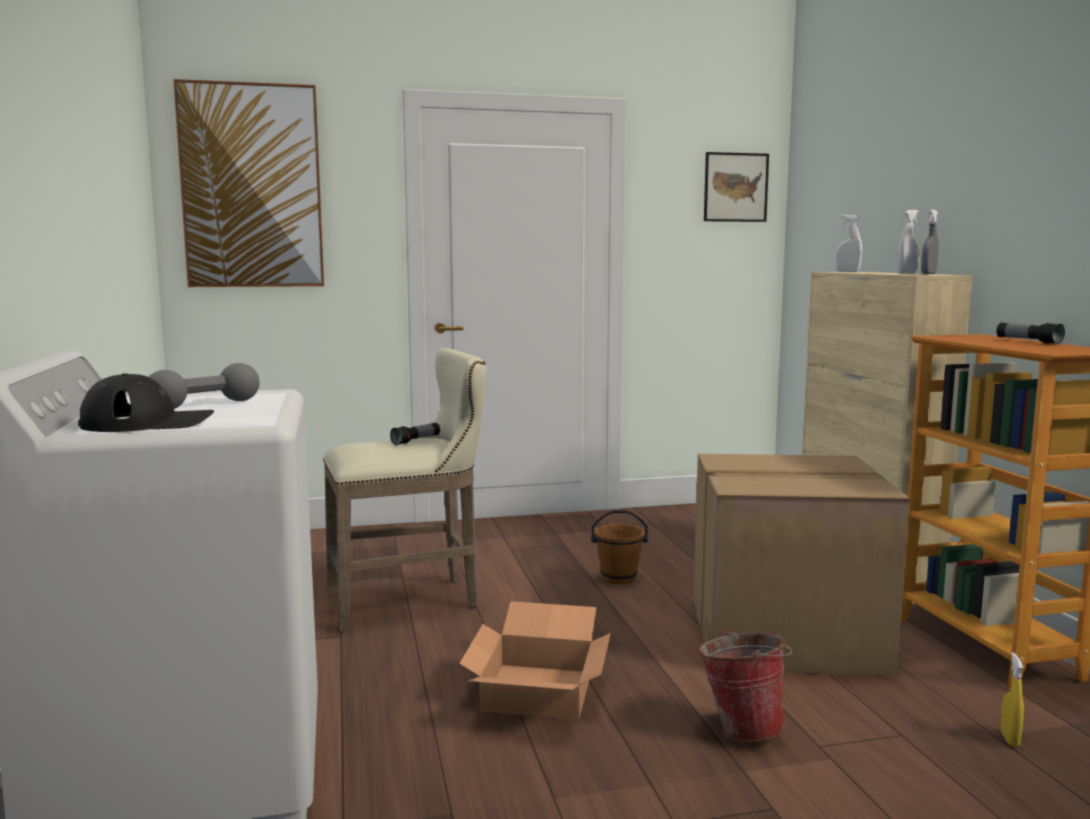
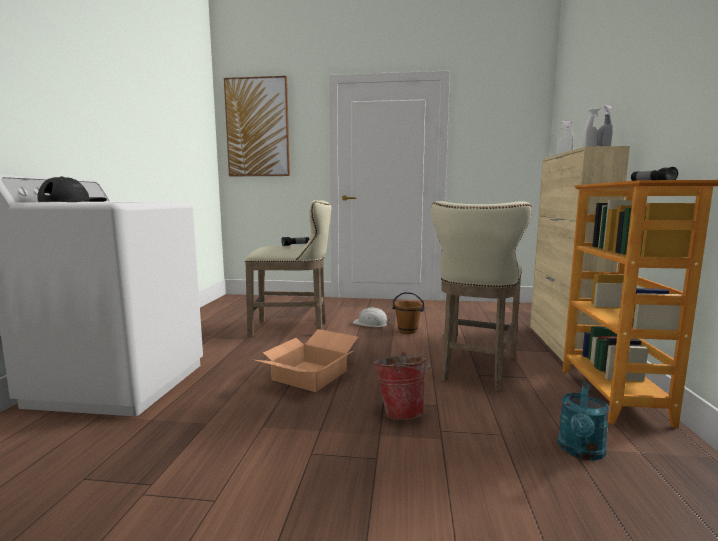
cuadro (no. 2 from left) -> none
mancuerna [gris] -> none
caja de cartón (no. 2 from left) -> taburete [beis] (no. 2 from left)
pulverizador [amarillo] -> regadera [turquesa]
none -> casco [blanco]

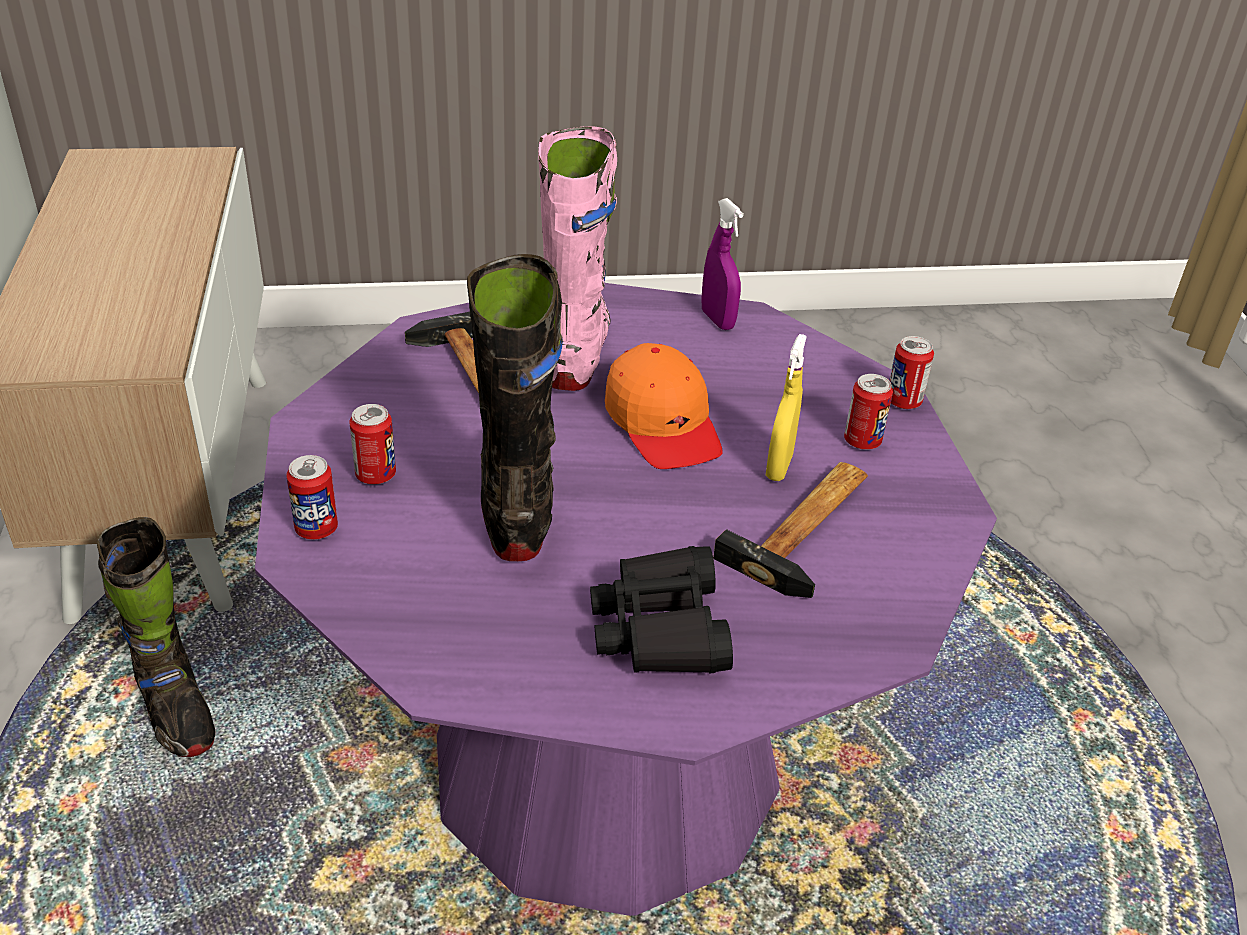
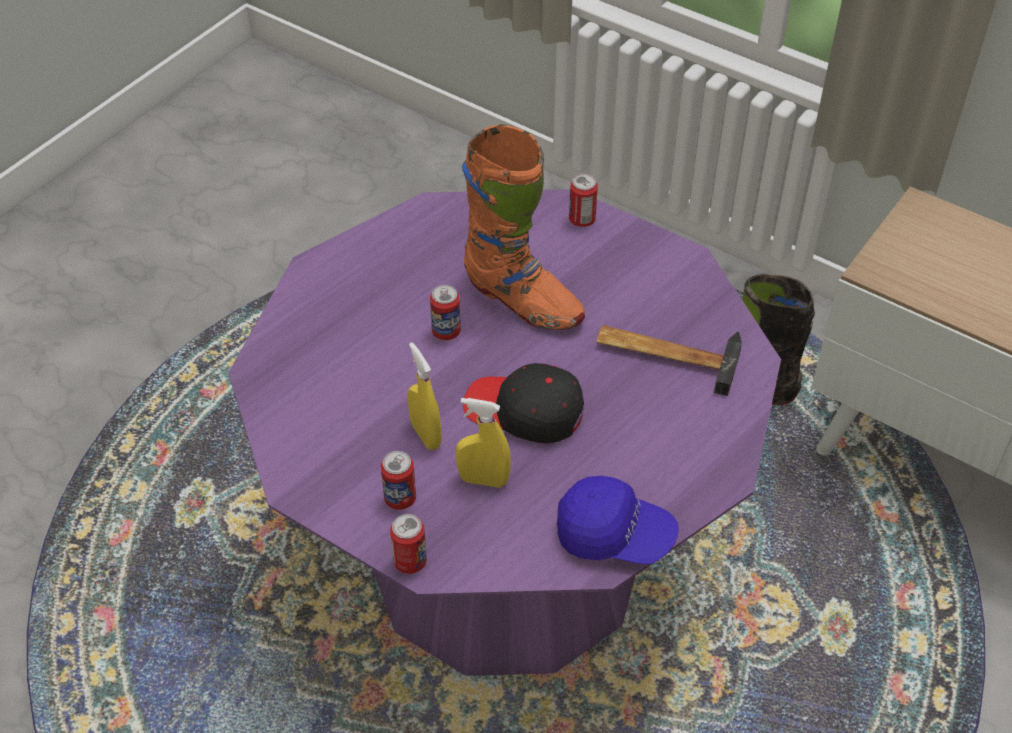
bota [rosa] -> none
pulverizador [morado] -> gorra [azul]
bota [negro] (no. 2 from left) -> bota [naranja]
gorra [naranja] -> gorra [negro]
lata (no. 2 from left in the first image) -> lata (no. 3 from left), relocated
martillo (no. 2 from left) -> none
prismáticos [negro] -> none
none -> pulverizador [amarillo] (no. 2 from left)

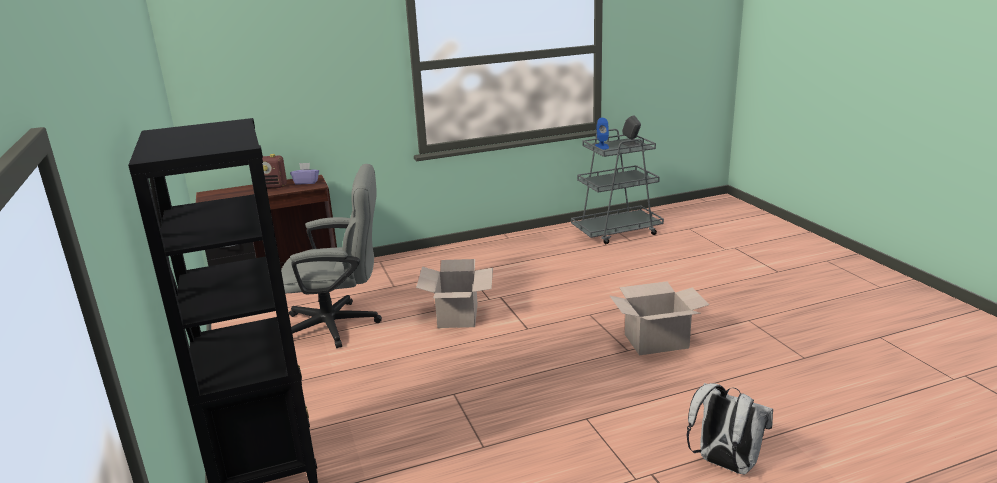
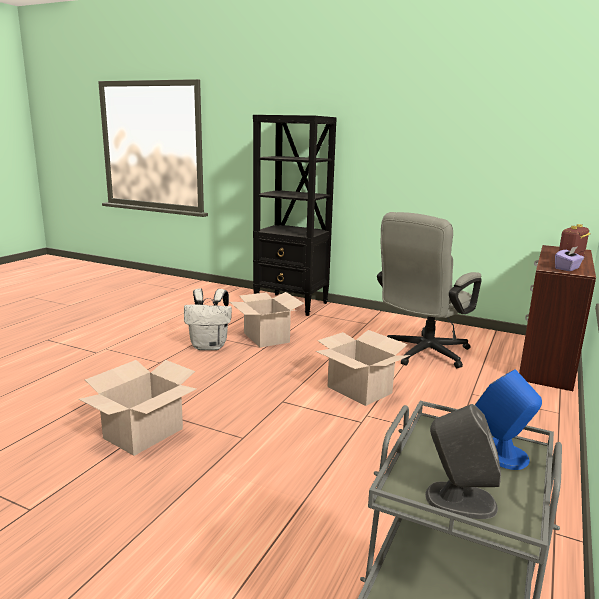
mochila [blanco], relocated
none -> caja de cartón (no. 2 from left)

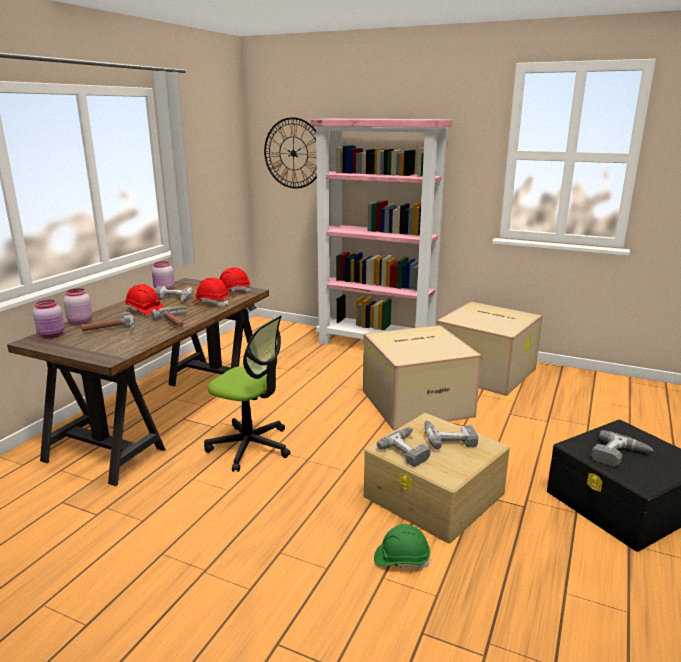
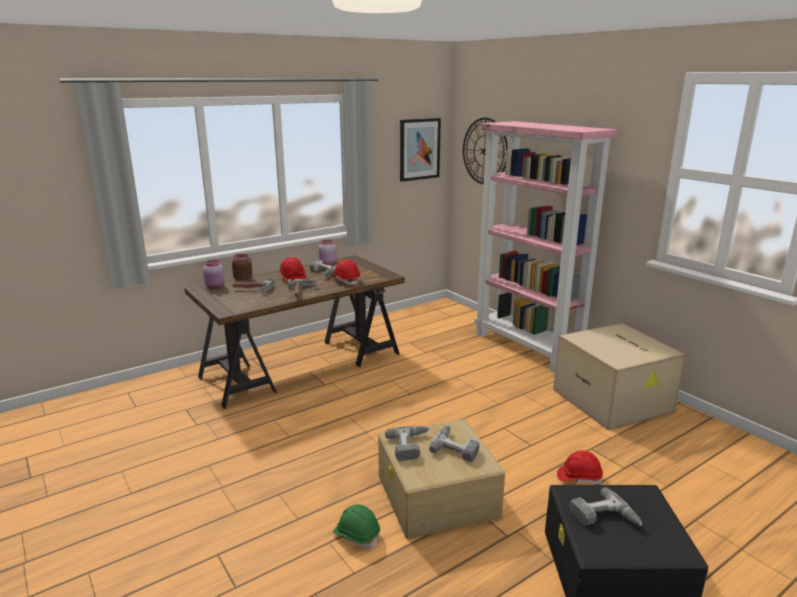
casco [rojo] (no. 3 from left), relocated
tarro [rosa] (no. 2 from left) -> tarro [marrón]
silla de oficina -> none
caja de cartón (no. 1 from left) -> none
none -> cuadro

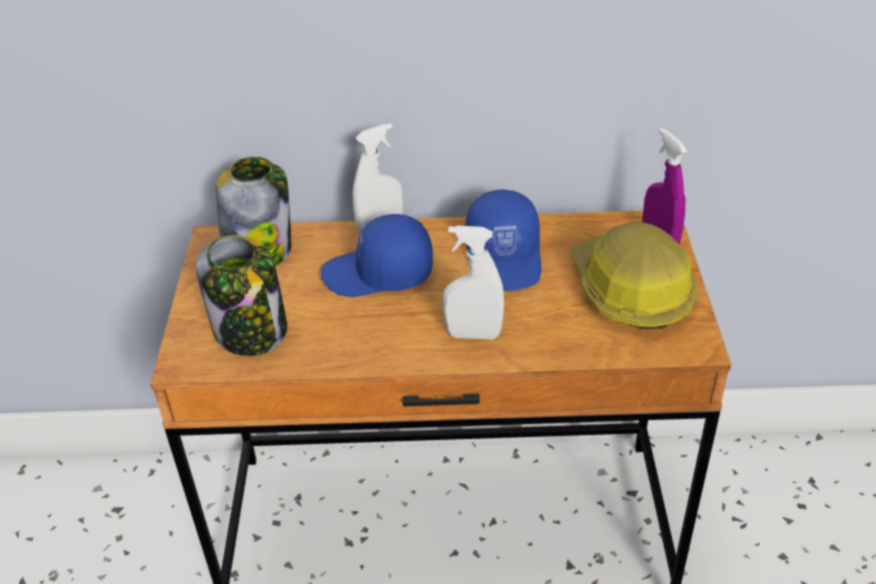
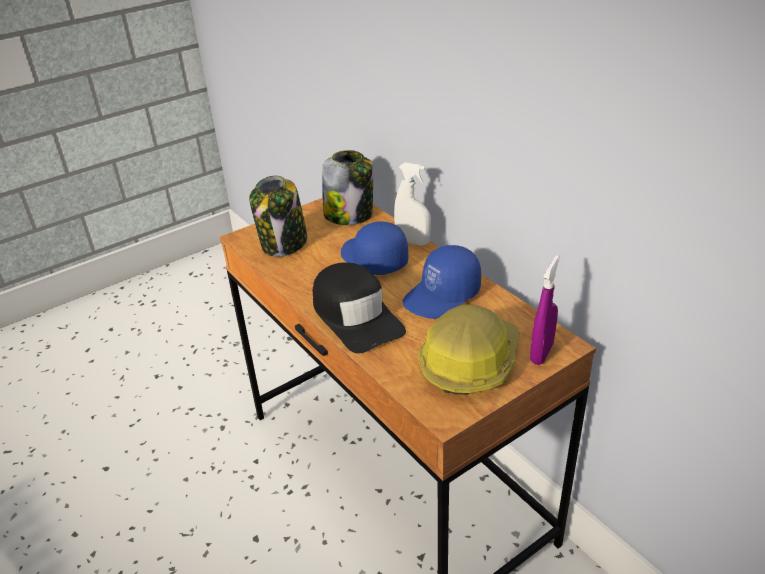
pulverizador [blanco] (no. 2 from left) -> gorra [negro]

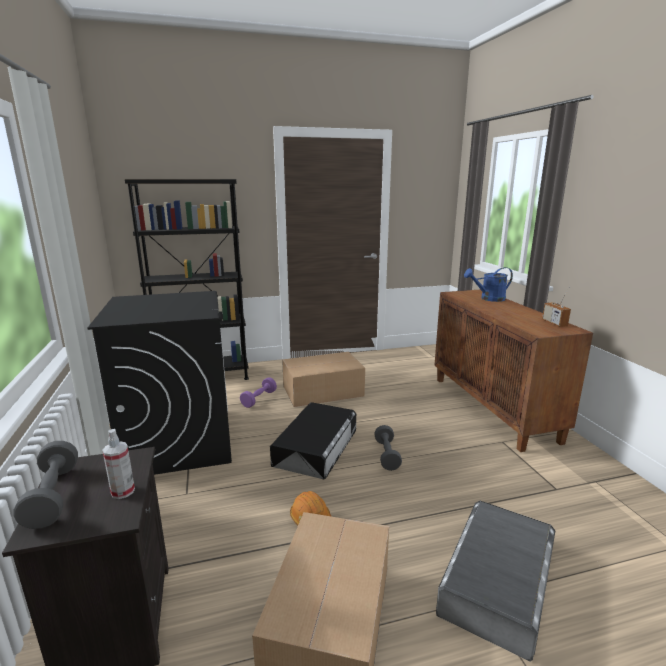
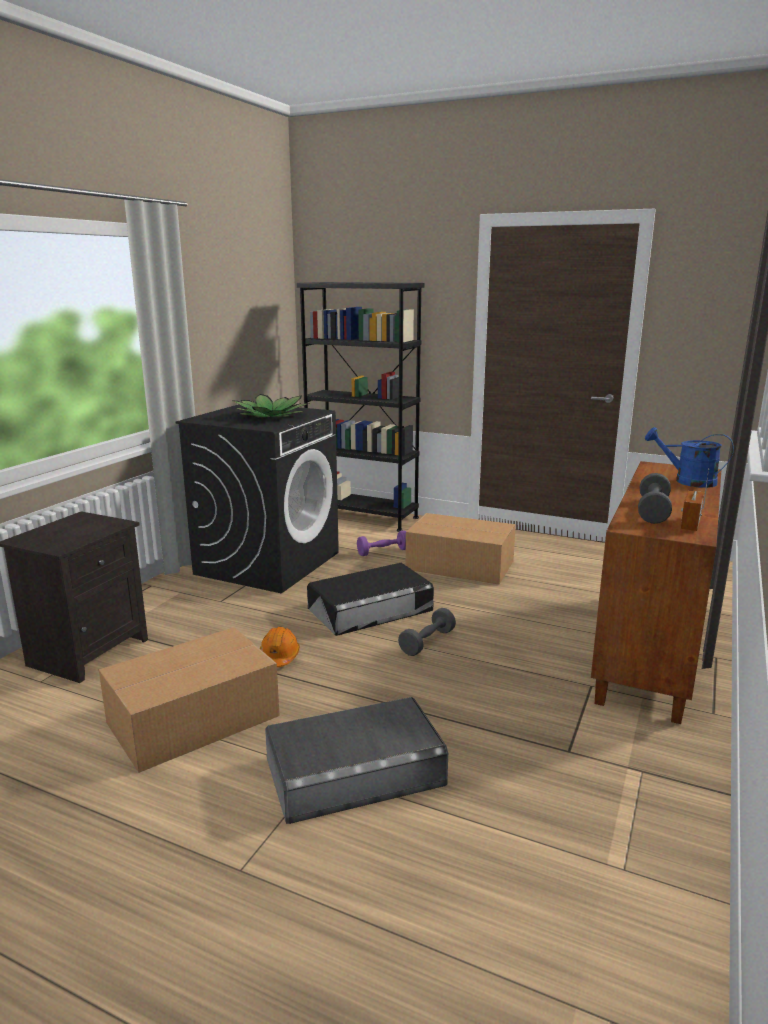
pulverizador -> none
mancuerna [gris] (no. 1 from left in the first image) -> mancuerna [gris] (no. 2 from left), relocated
none -> planta en maceta

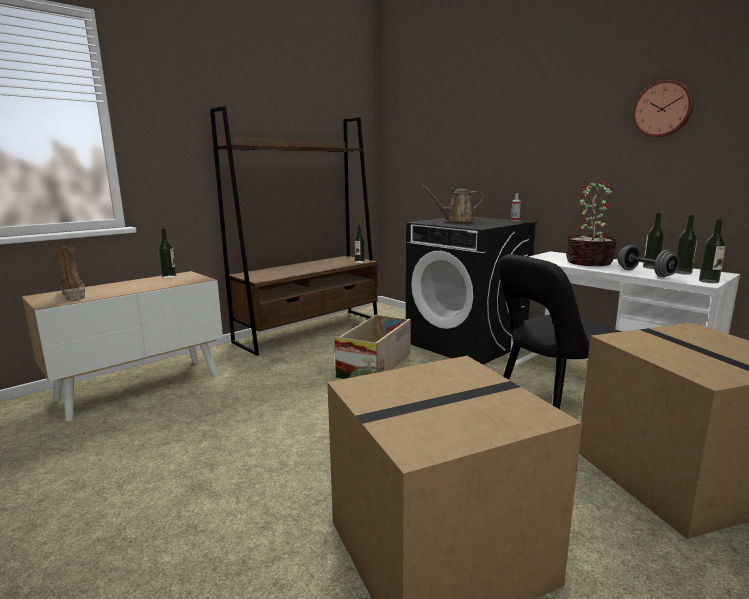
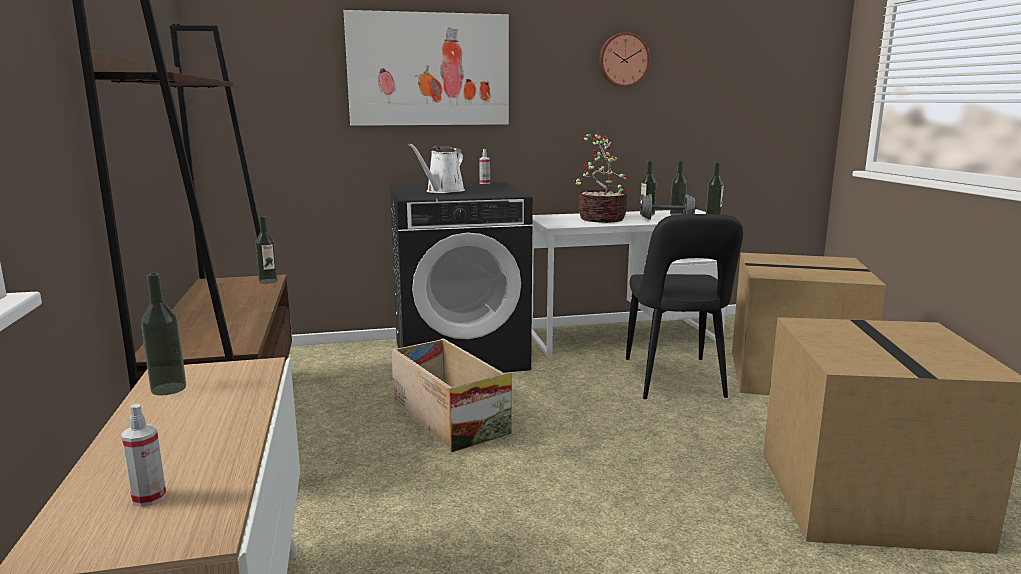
regadera [marrón] -> regadera [blanco]
bota -> pulverizador (no. 1 from left)
none -> cuadro

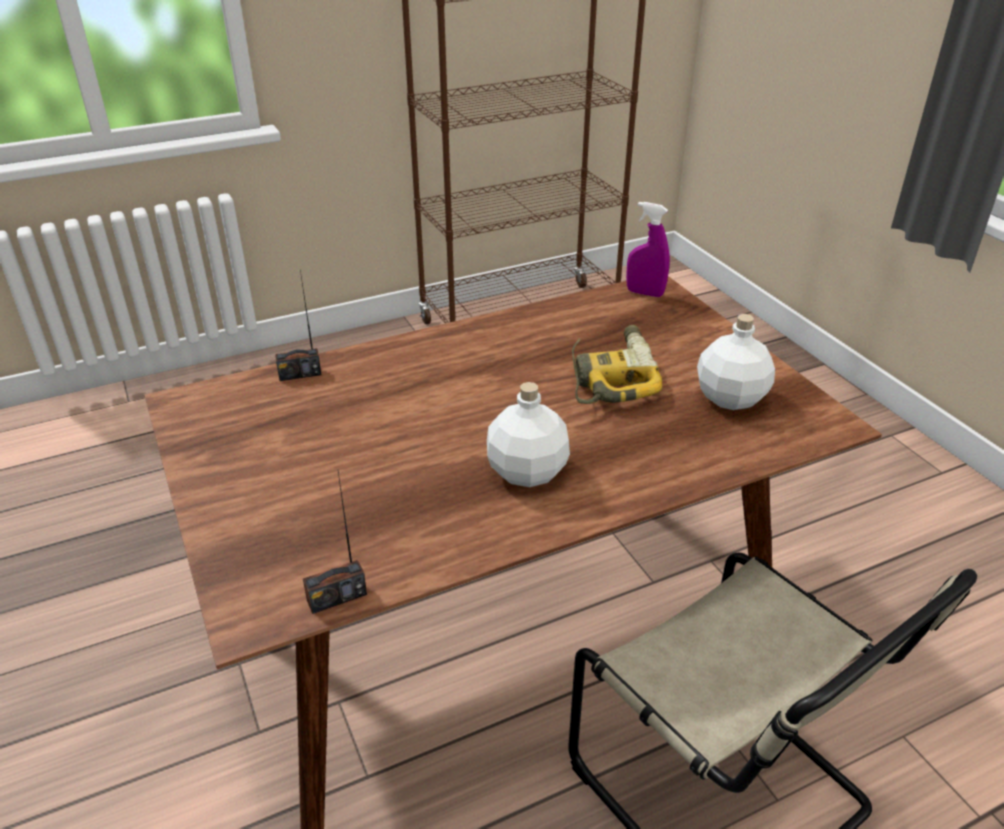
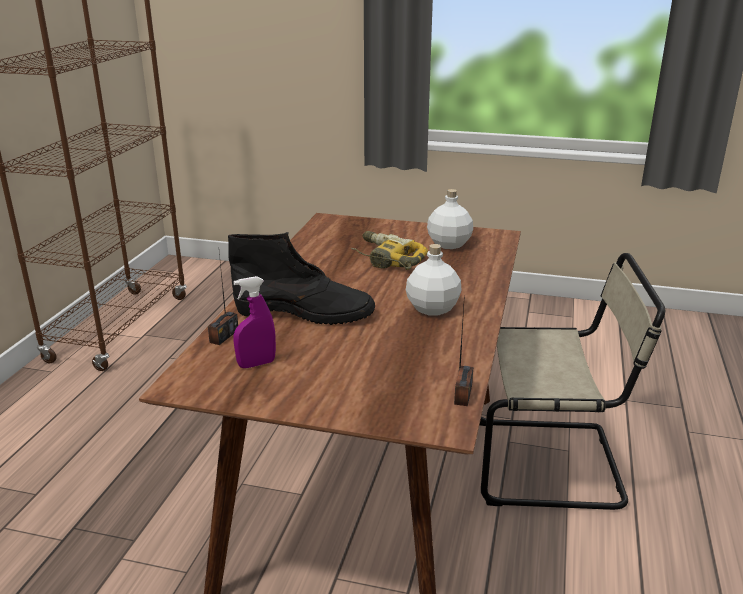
pulverizador [morado], relocated
none -> bota [negro]

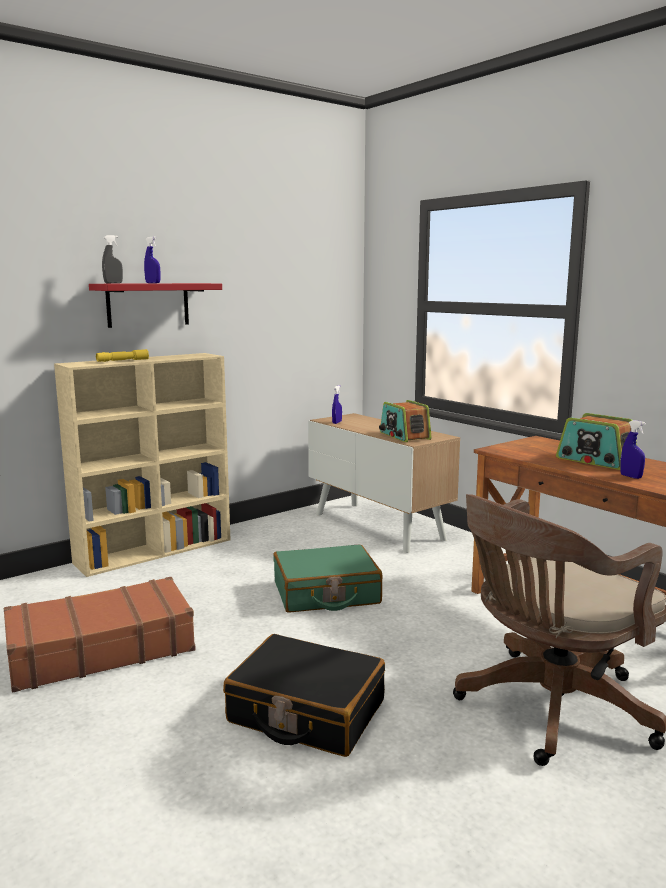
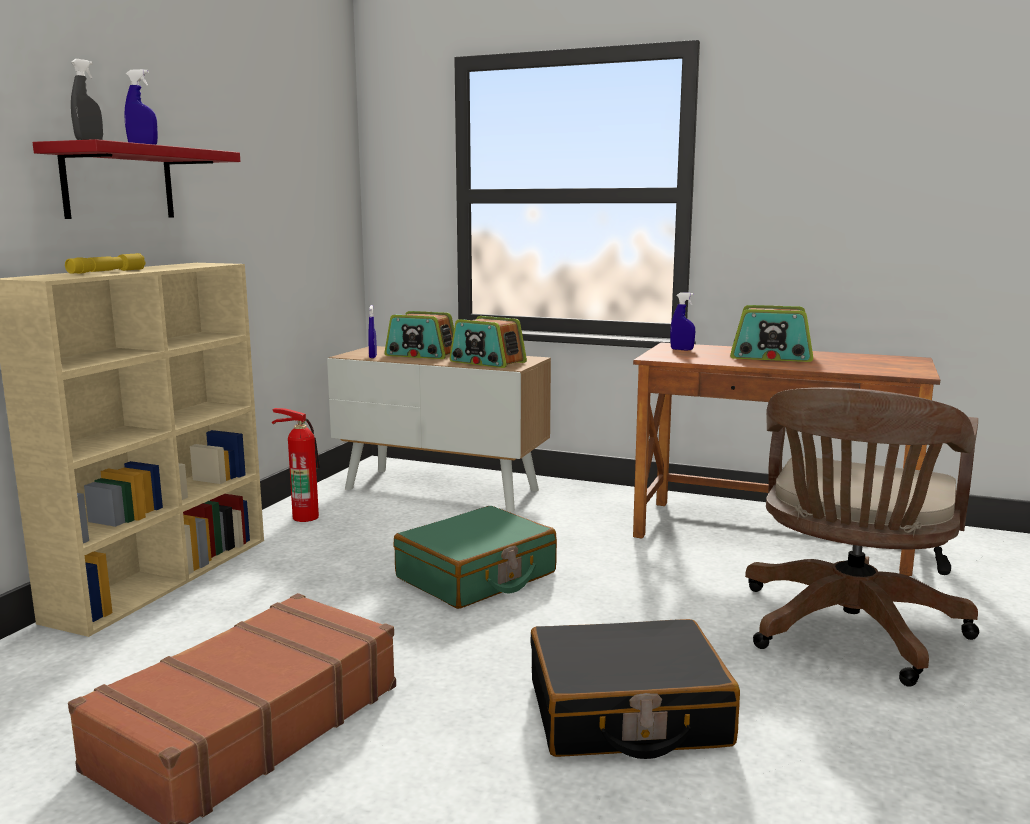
pulverizador [azul] (no. 3 from left), relocated
none -> radio (no. 1 from left)
none -> extintor

